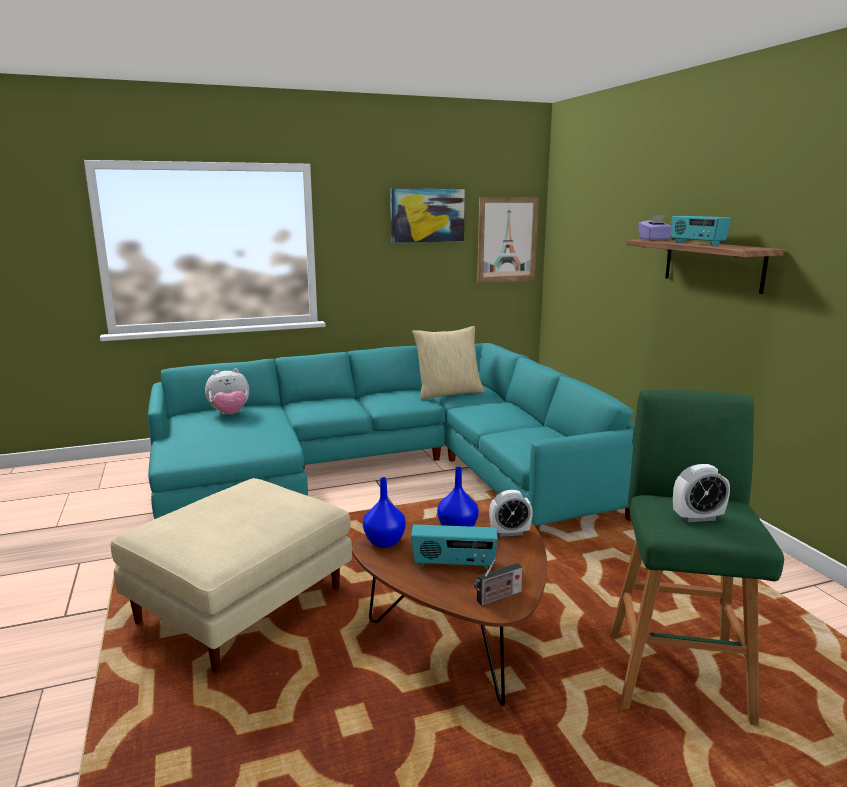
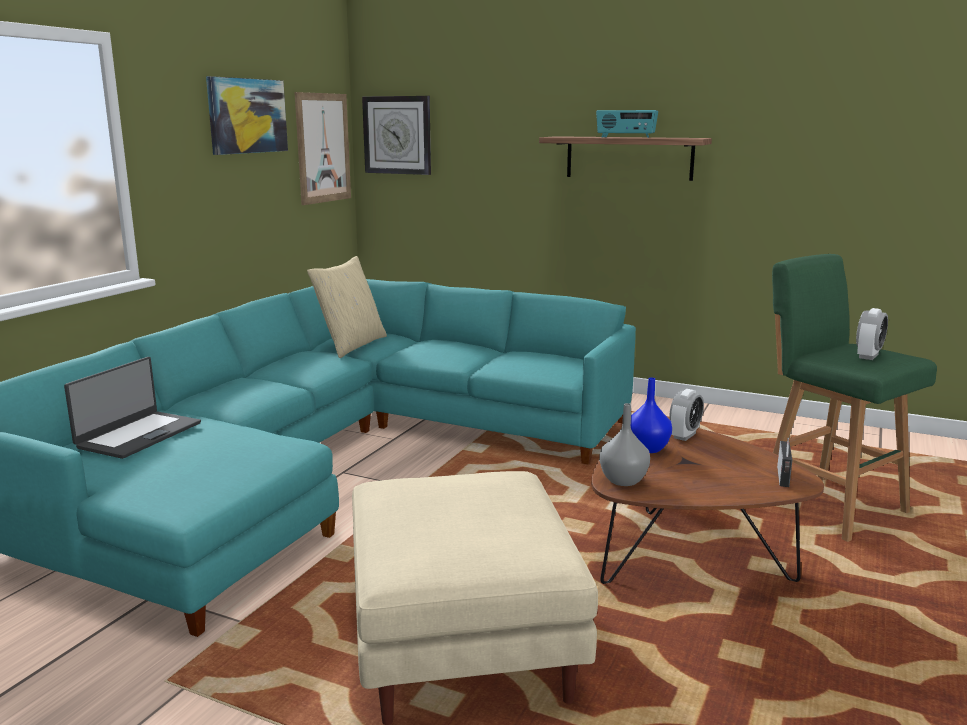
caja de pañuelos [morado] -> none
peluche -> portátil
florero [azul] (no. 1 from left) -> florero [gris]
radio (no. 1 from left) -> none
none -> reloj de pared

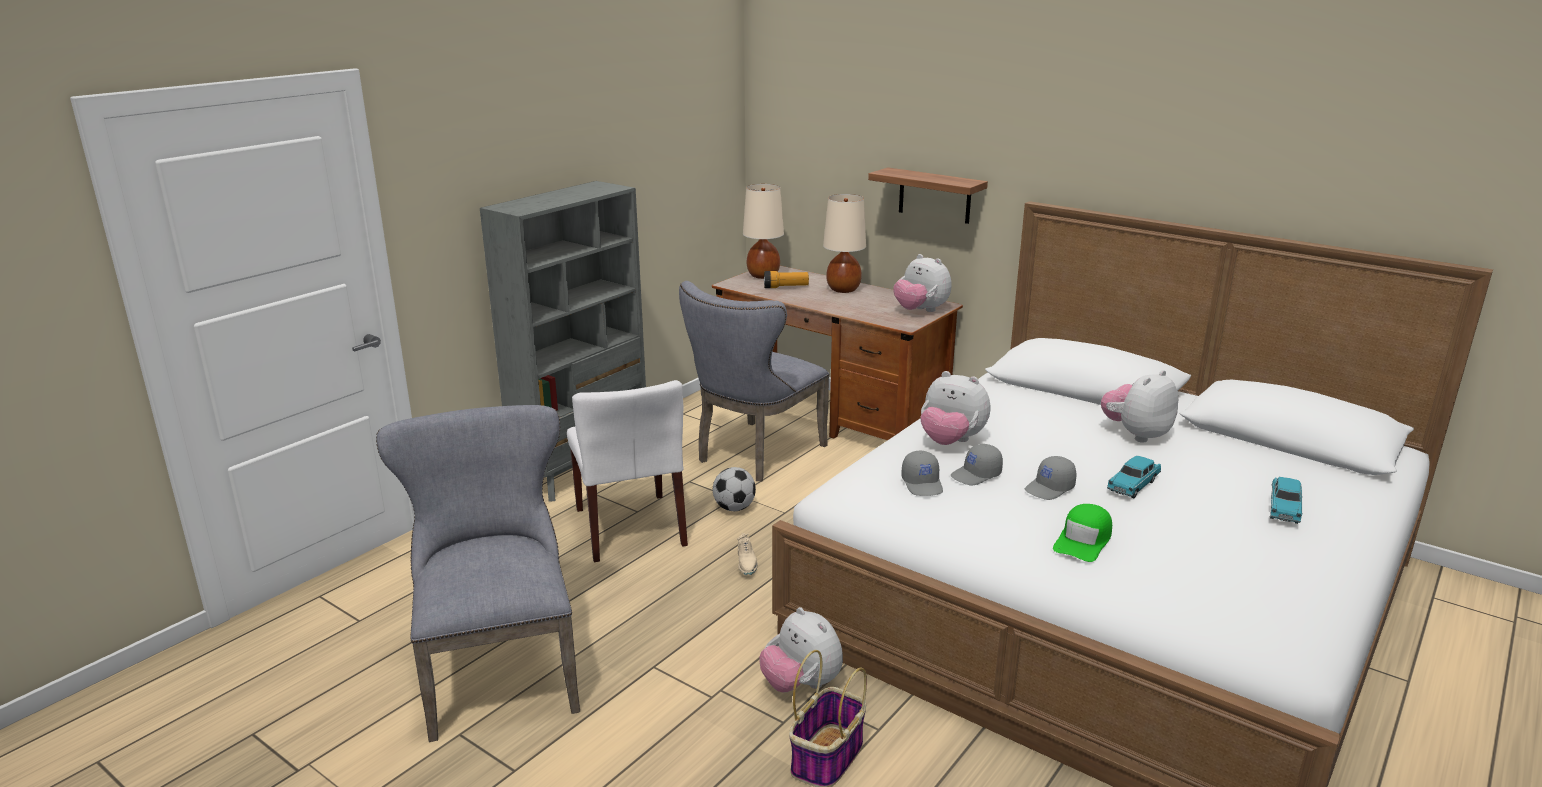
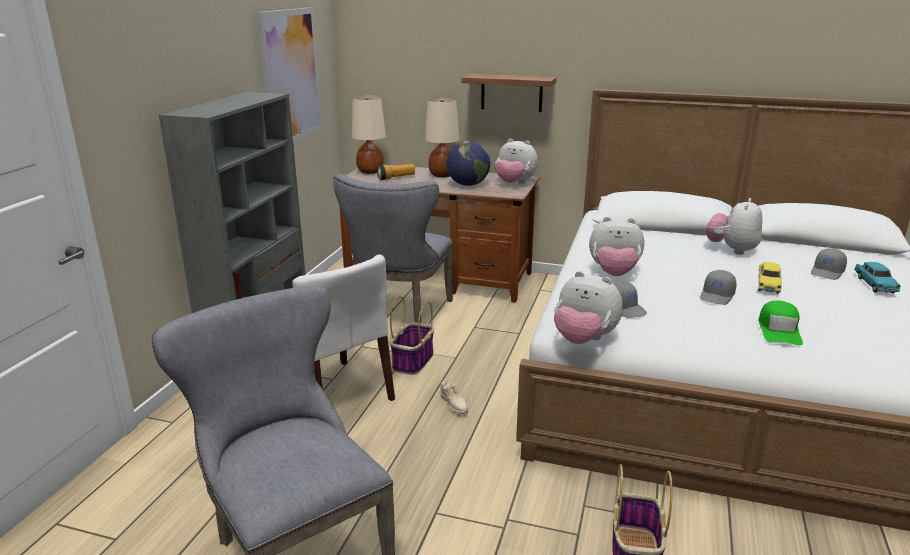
gorra [gris] (no. 2 from left in the first image) -> gorra [gris] (no. 3 from left), relocated
coche de juguete [turquesa] (no. 1 from left) -> coche de juguete [amarillo]
balón de fútbol -> cesta (no. 1 from left)
peluche (no. 1 from left in the first image) -> peluche (no. 2 from left), relocated
none -> cuadro
none -> globo terráqueo

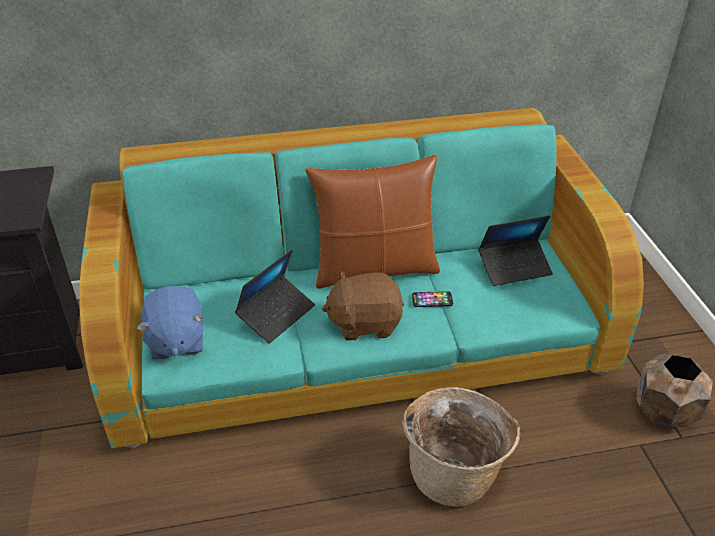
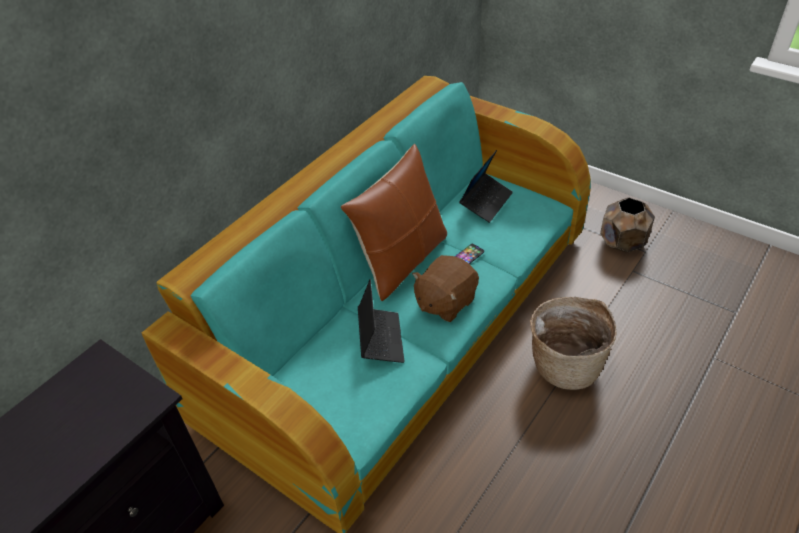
peluche [azul] -> none

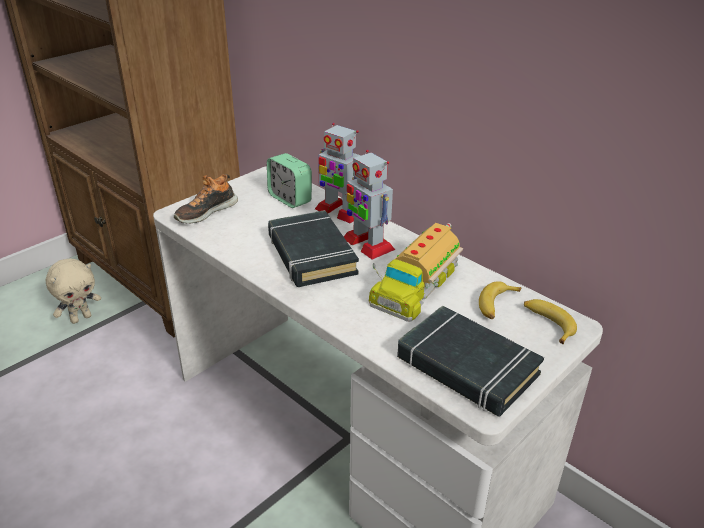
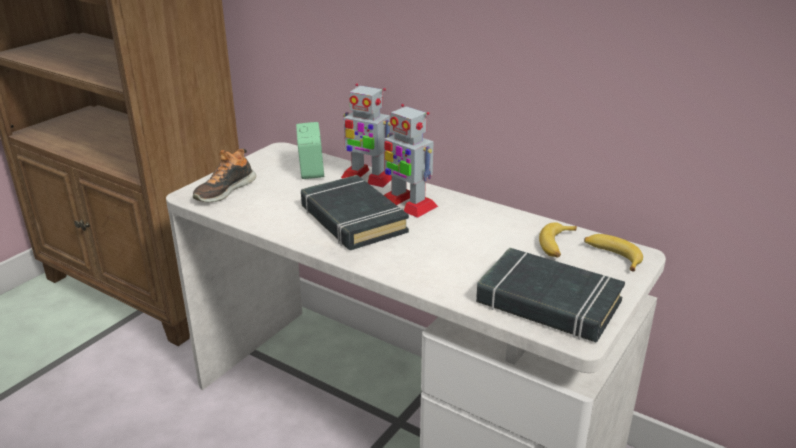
despertador, 135 degrees counterclockwise
camión de juguete -> none
peluche [beis] -> none

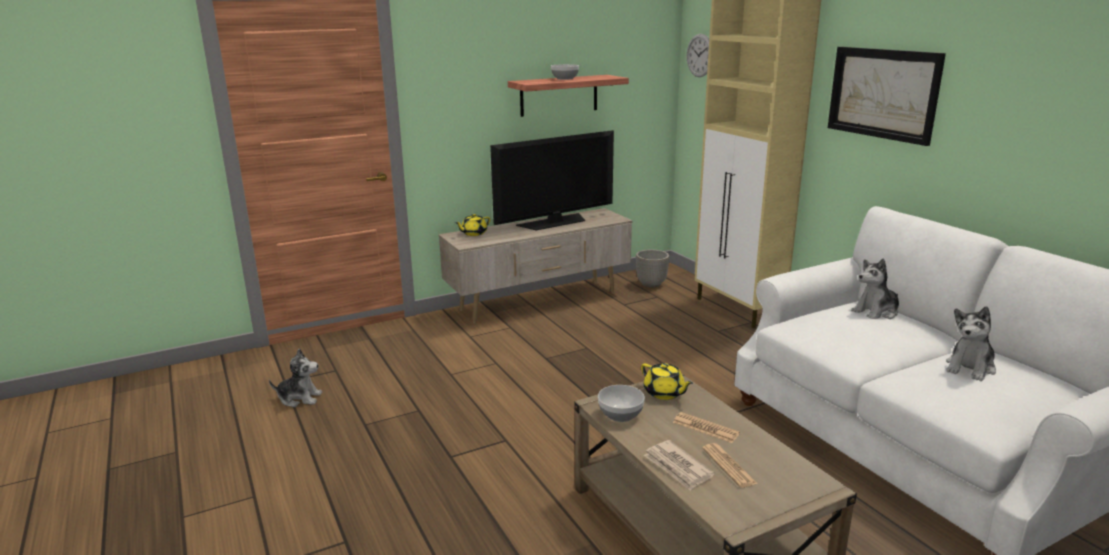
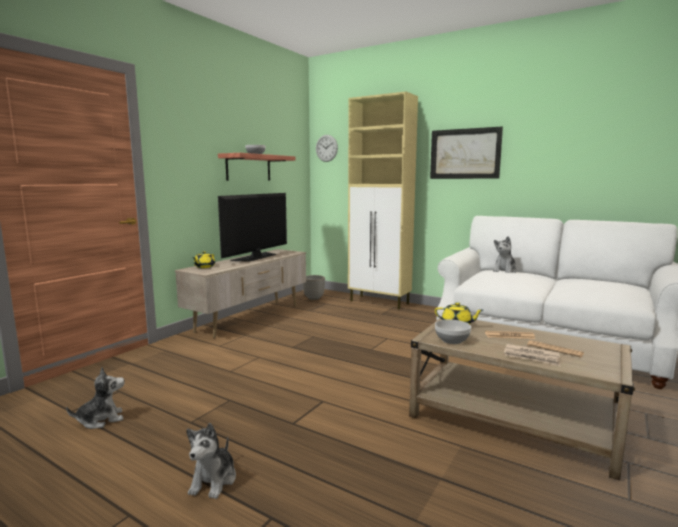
peluche (no. 3 from left in the first image) -> peluche (no. 2 from left), relocated

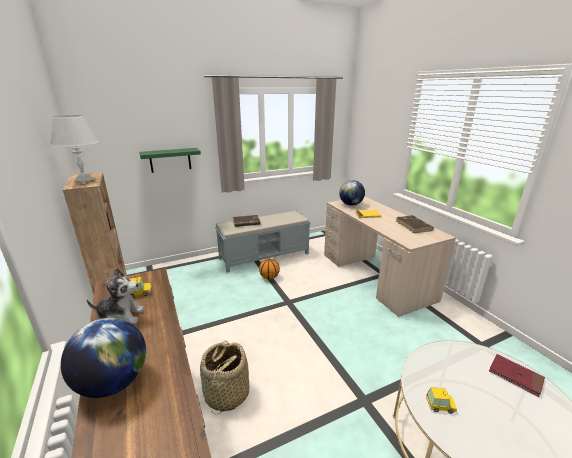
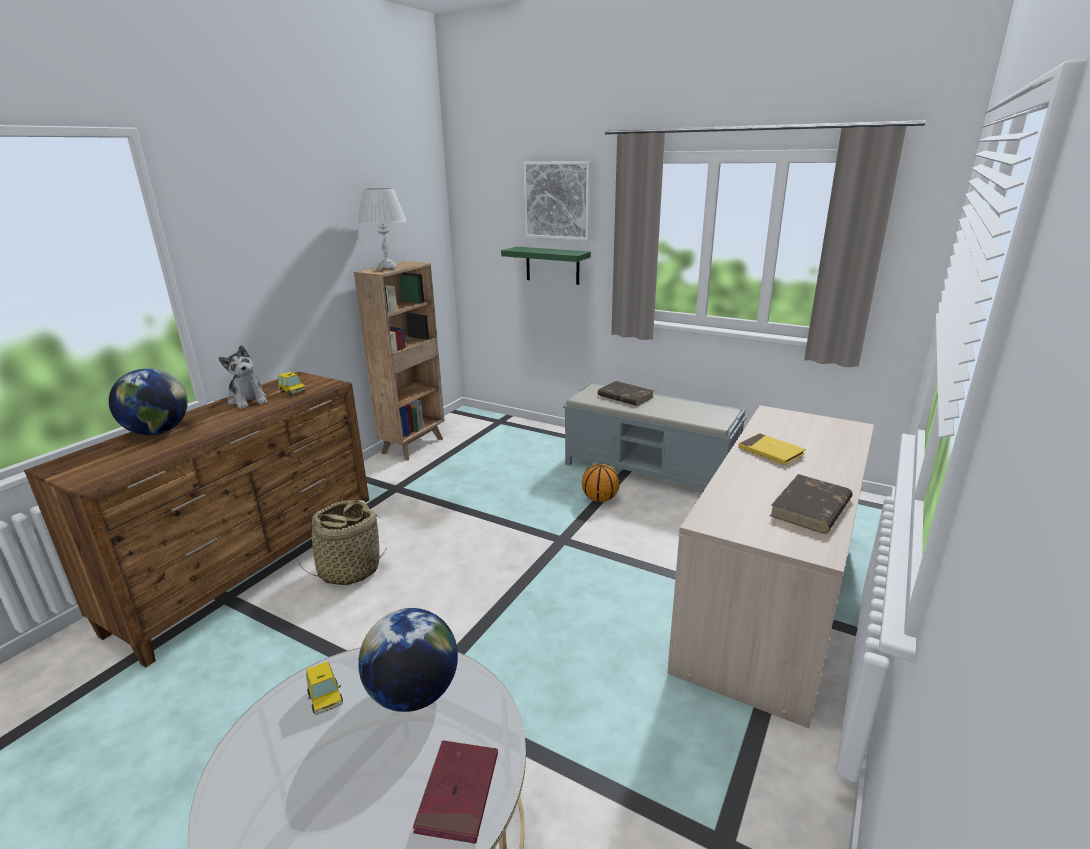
globo terráqueo (no. 2 from left), relocated
none -> cuadro

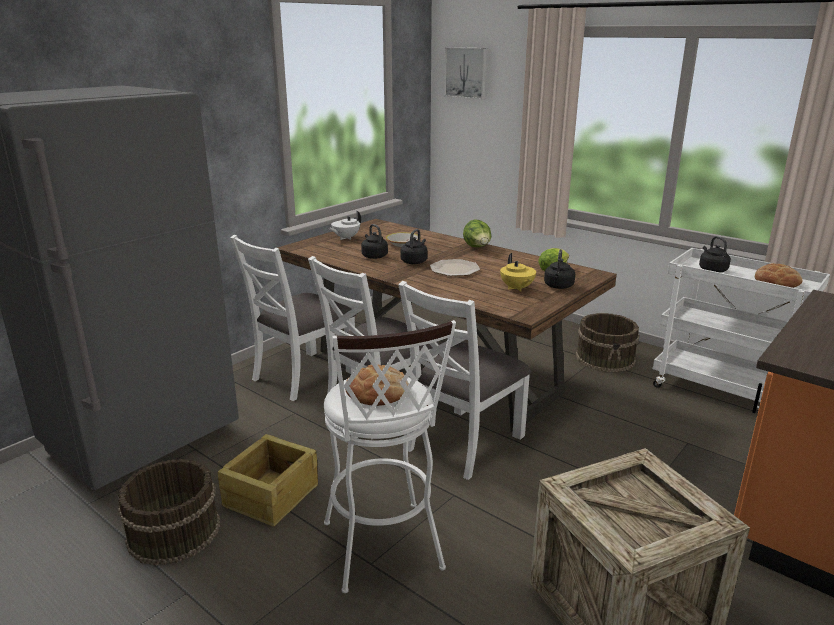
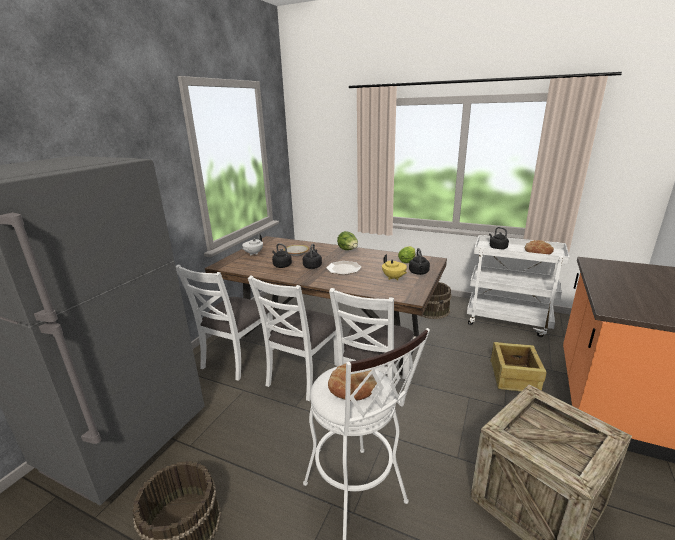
cuadro -> none
caja de embalaje (no. 1 from left), relocated

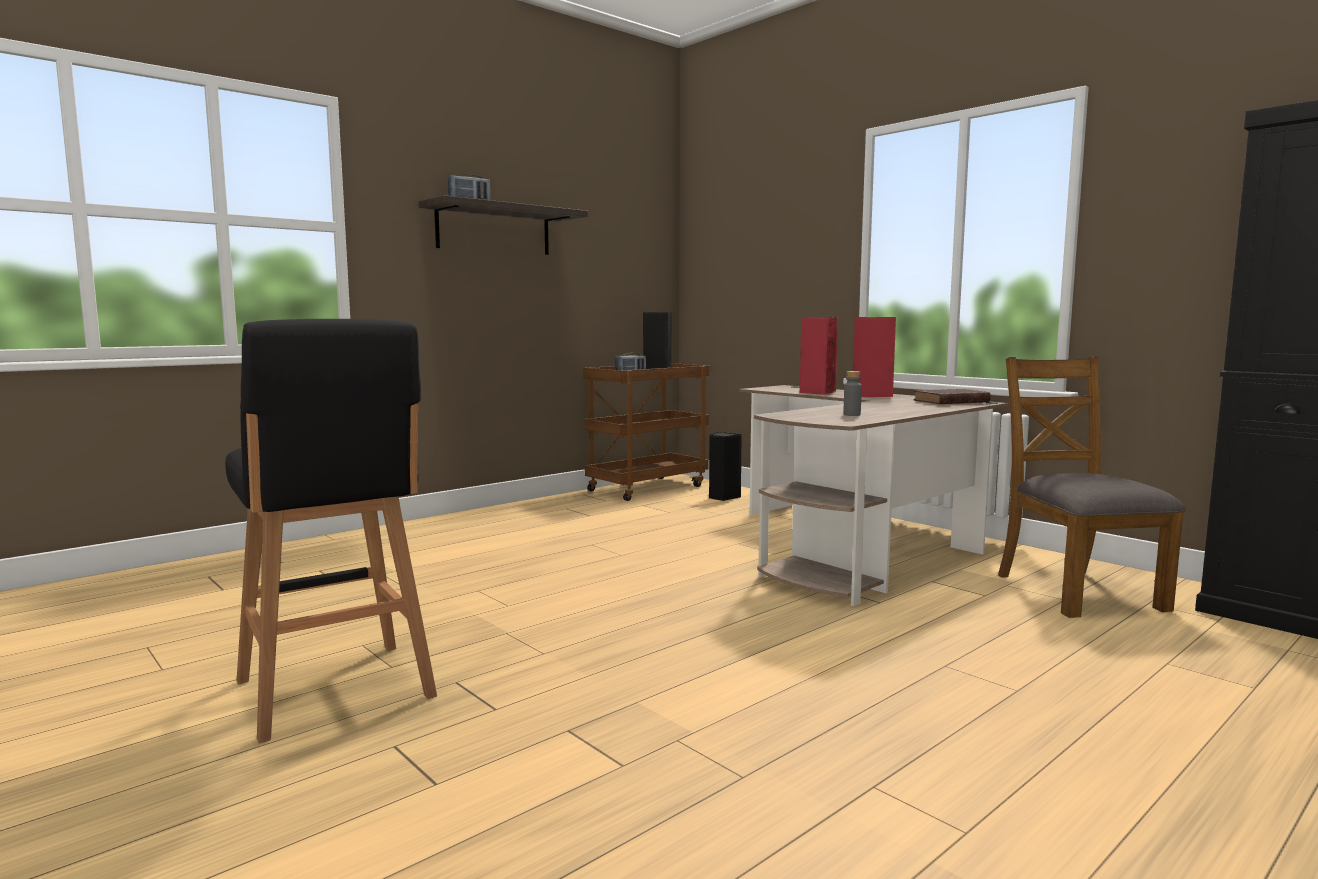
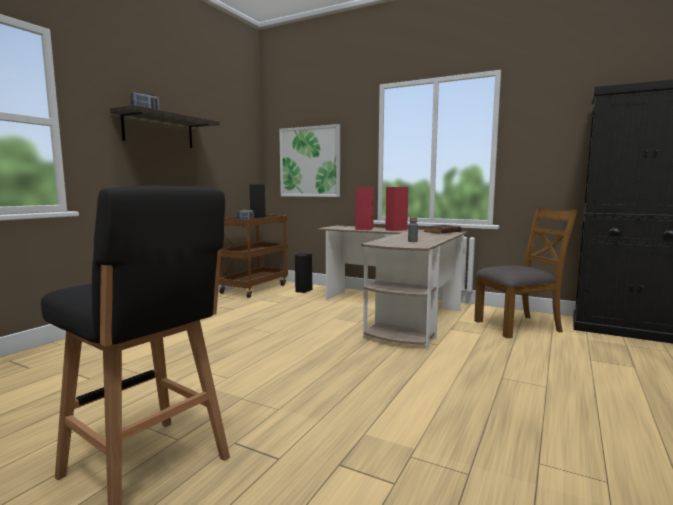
silla [marrón], 105 degrees clockwise
none -> cuadro

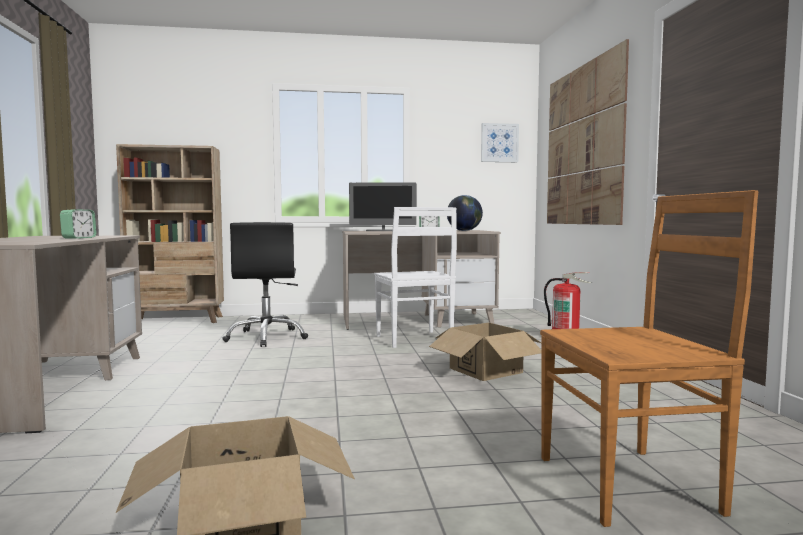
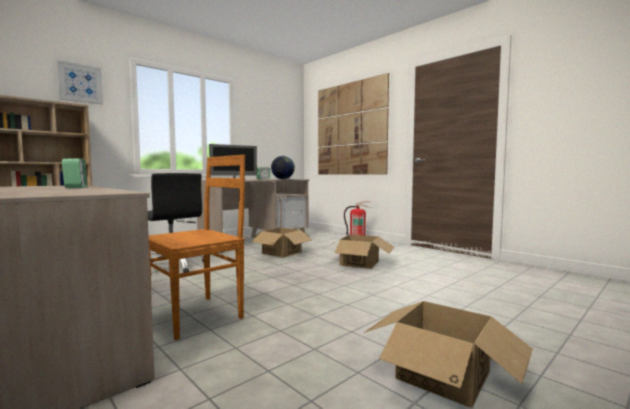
cuadro (no. 1 from left), relocated
silla [marrón], relocated
silla [blanco] -> caja de cartón (no. 1 from left)

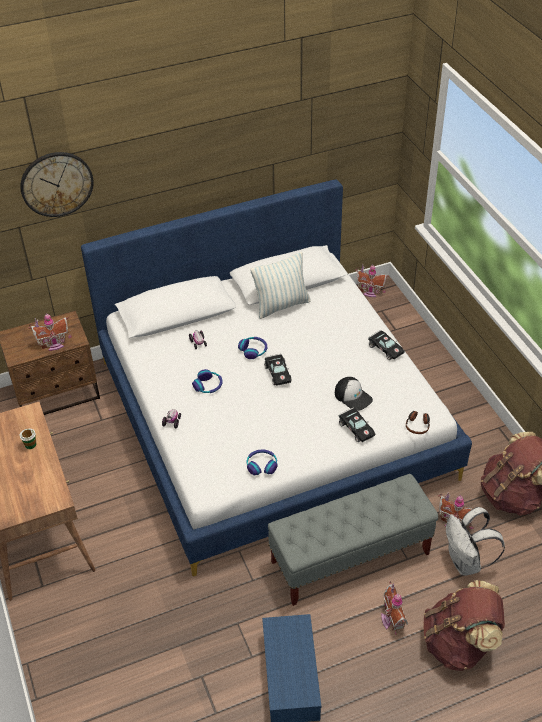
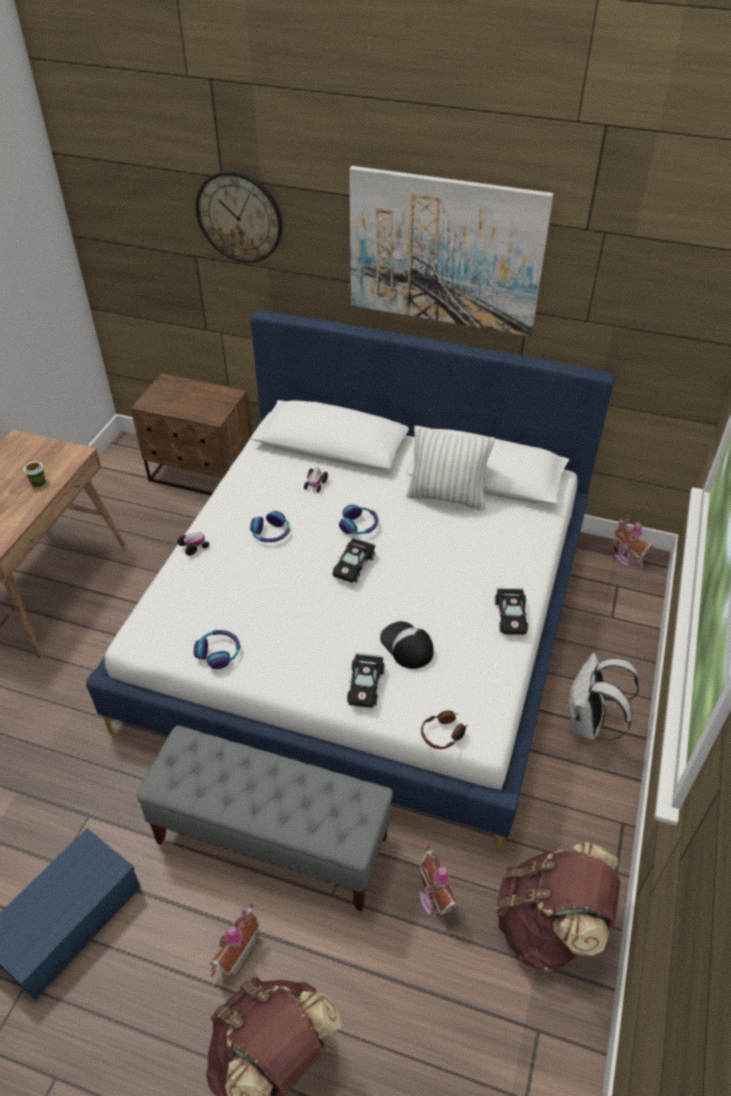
casita (no. 1 from left) -> none
gorra, 150 degrees clockwise
mochila [blanco], relocated
none -> cuadro

